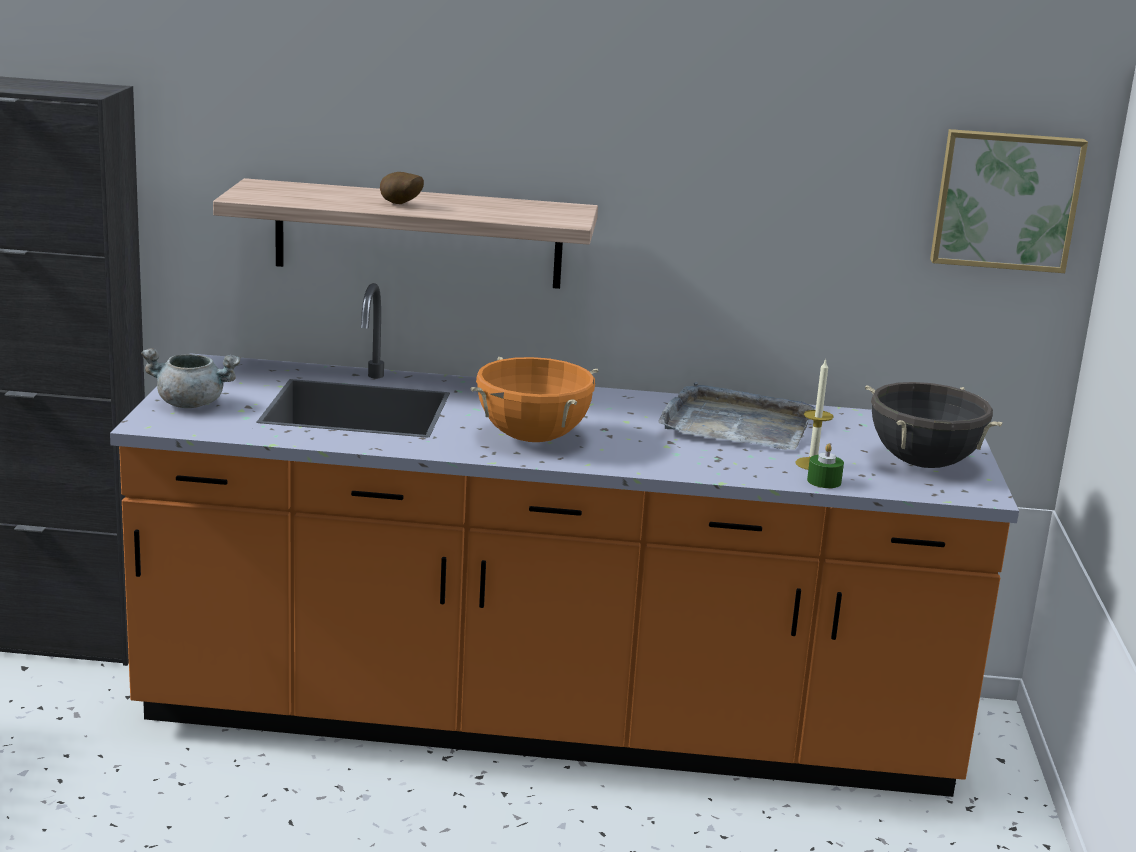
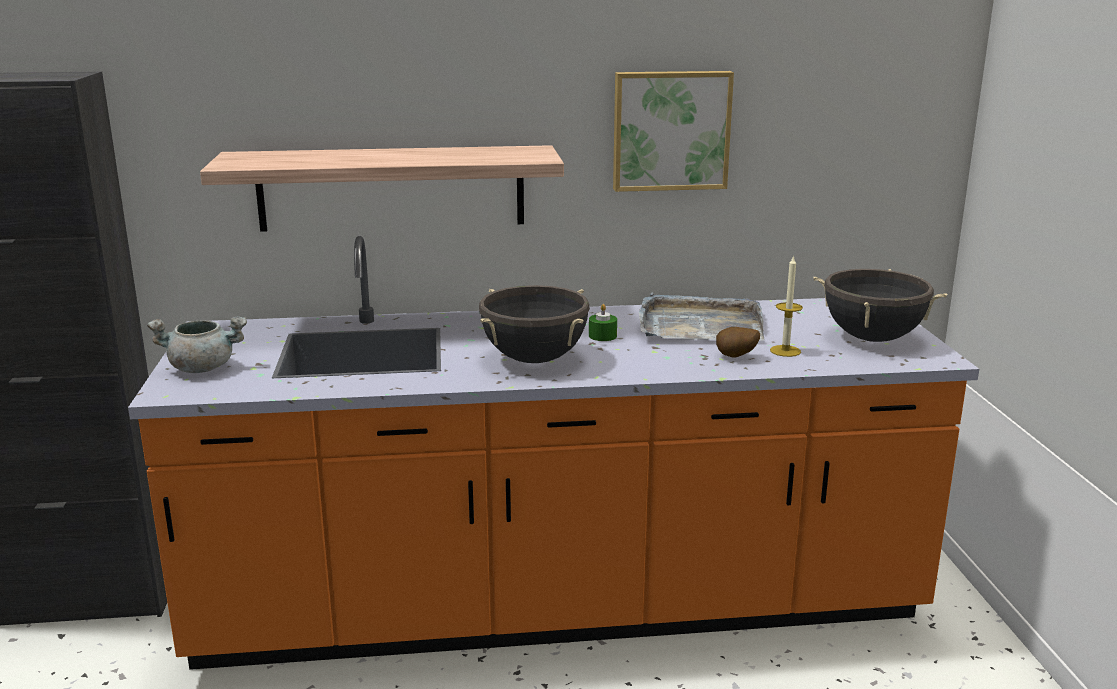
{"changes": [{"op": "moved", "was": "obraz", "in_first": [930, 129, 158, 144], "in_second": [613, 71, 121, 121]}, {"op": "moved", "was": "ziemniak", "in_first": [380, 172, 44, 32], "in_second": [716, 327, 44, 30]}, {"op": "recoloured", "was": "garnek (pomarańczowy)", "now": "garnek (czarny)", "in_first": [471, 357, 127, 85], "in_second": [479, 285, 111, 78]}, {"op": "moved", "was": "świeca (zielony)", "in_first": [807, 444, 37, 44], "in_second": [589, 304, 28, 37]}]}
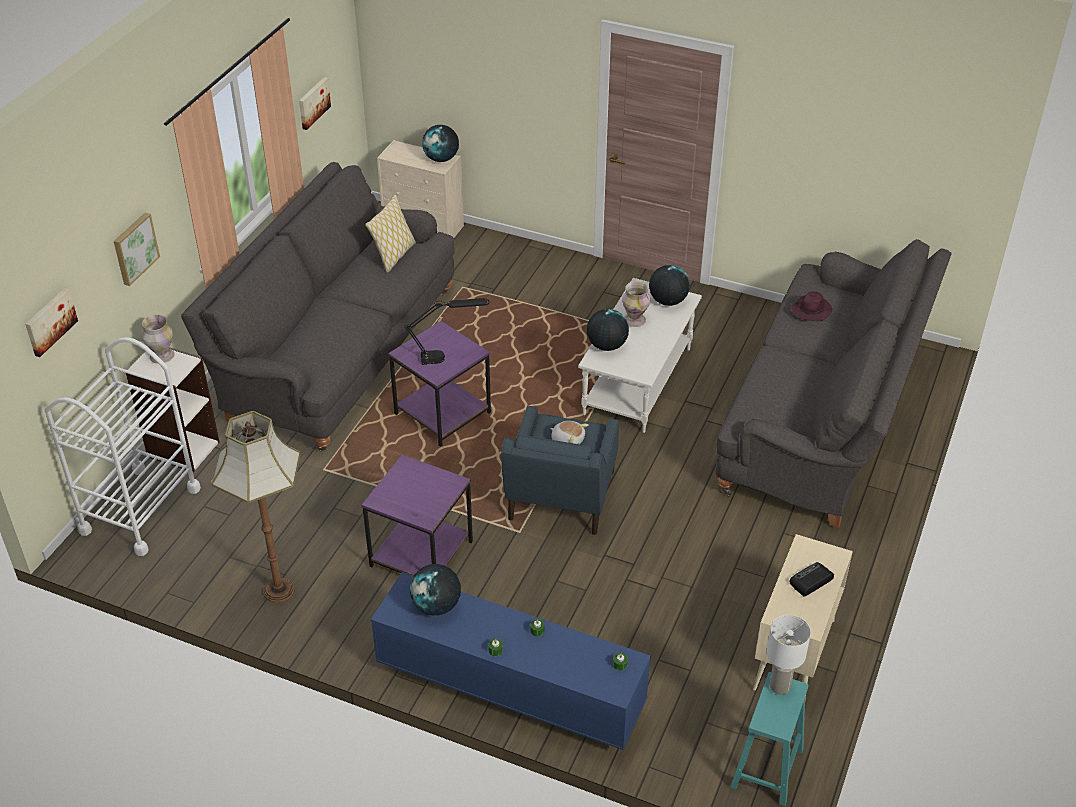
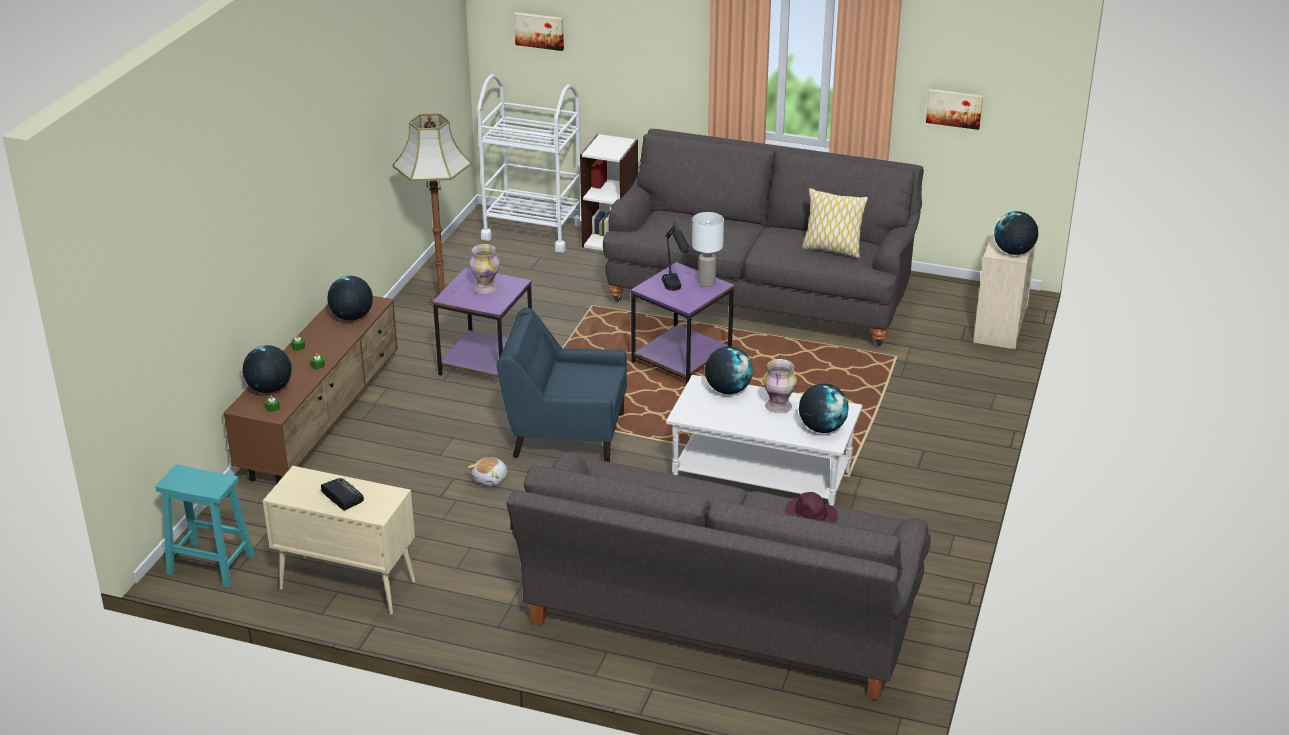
{"changes": [{"op": "removed", "was": "obraz", "in_first": [114, 212, 46, 74]}, {"op": "moved", "was": "wazon", "in_first": [141, 315, 34, 49], "in_second": [469, 244, 31, 50]}, {"op": "moved", "was": "pluszak", "in_first": [550, 421, 39, 23], "in_second": [468, 457, 39, 29]}, {"op": "recoloured", "was": "szafka pod telewizor (niebieski)", "now": "szafka pod telewizor (brązowy)", "in_first": [371, 572, 280, 178], "in_second": [223, 296, 175, 188]}, {"op": "moved", "was": "lampa stołowa (biały)", "in_first": [767, 615, 44, 79], "in_second": [692, 212, 32, 75]}, {"op": "added", "now": "globus", "in_second": [242, 345, 50, 48]}]}
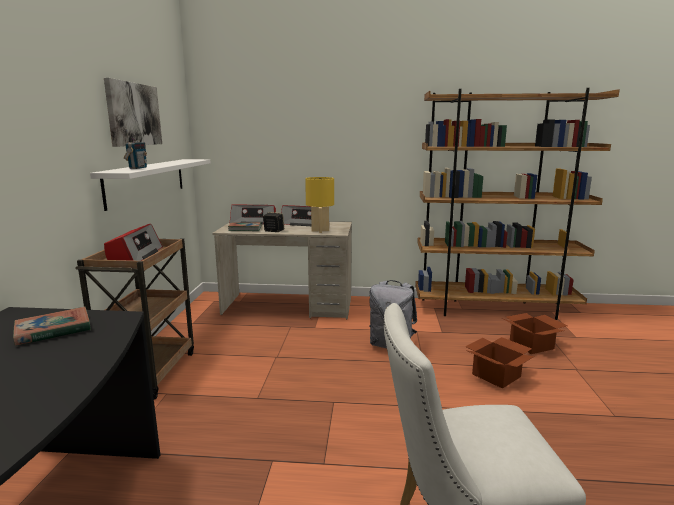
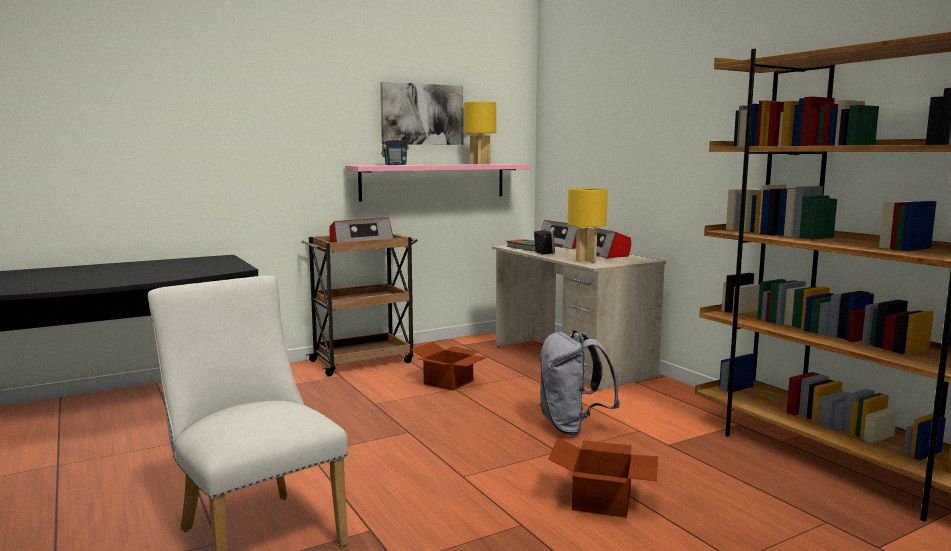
{"changes": [{"op": "recoloured", "was": "półka (biały)", "now": "półka (różowy)", "in_first": [90, 159, 121, 52], "in_second": [345, 164, 185, 38]}, {"op": "removed", "was": "książka", "in_first": [13, 307, 78, 39]}, {"op": "moved", "was": "karton", "in_first": [504, 313, 63, 41], "in_second": [411, 341, 76, 50]}, {"op": "added", "now": "lampa stołowa (żółty)", "in_second": [464, 101, 32, 63]}]}
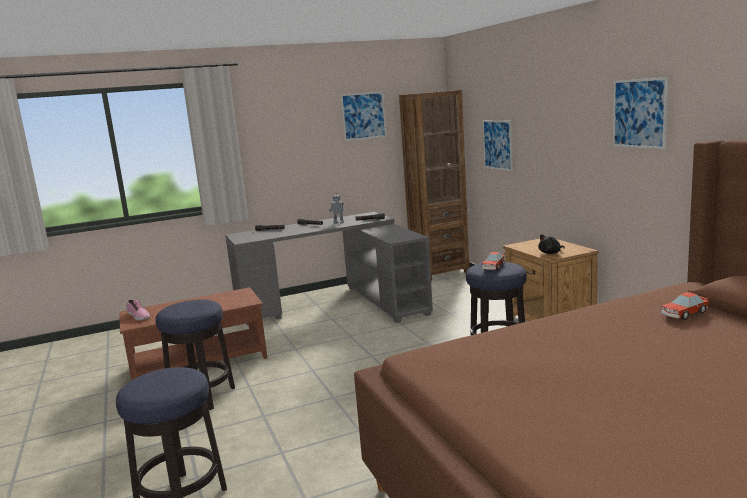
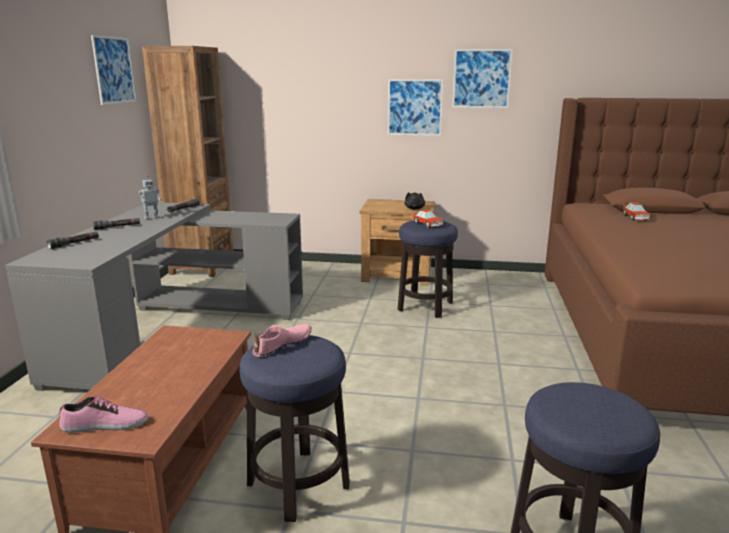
{"changes": [{"op": "moved", "was": "obraz", "in_first": [483, 120, 30, 51], "in_second": [388, 79, 55, 57]}, {"op": "added", "now": "but (różowy)", "in_second": [253, 324, 59, 33]}]}
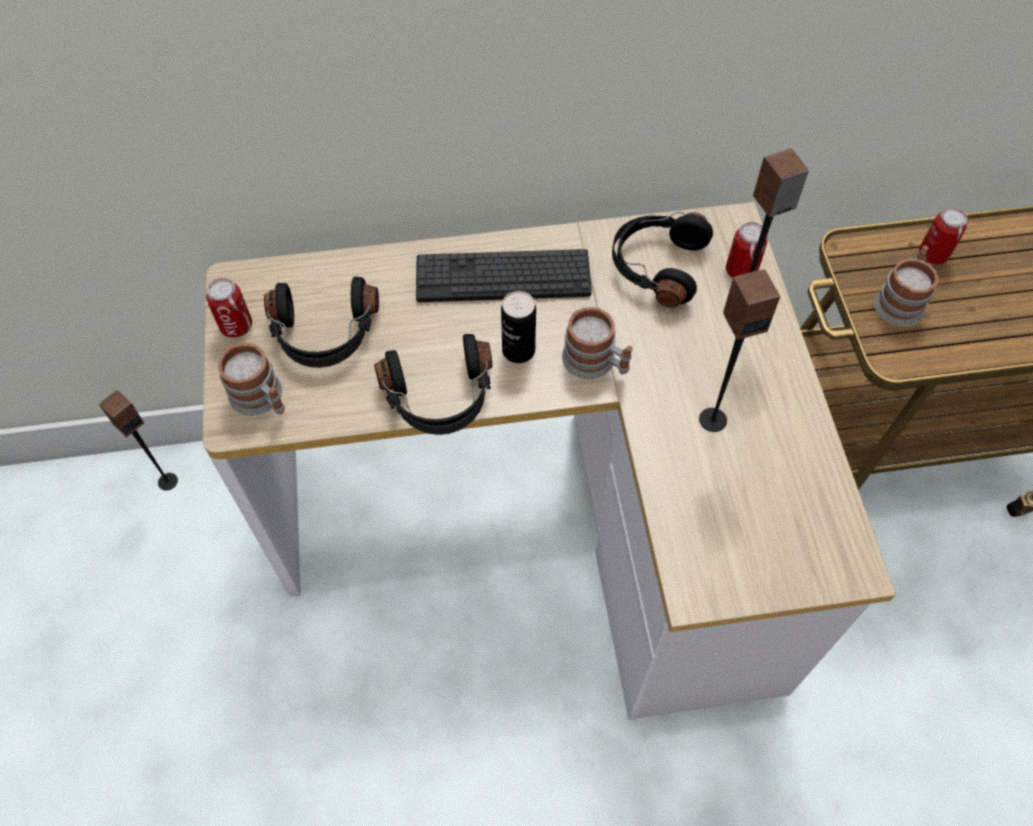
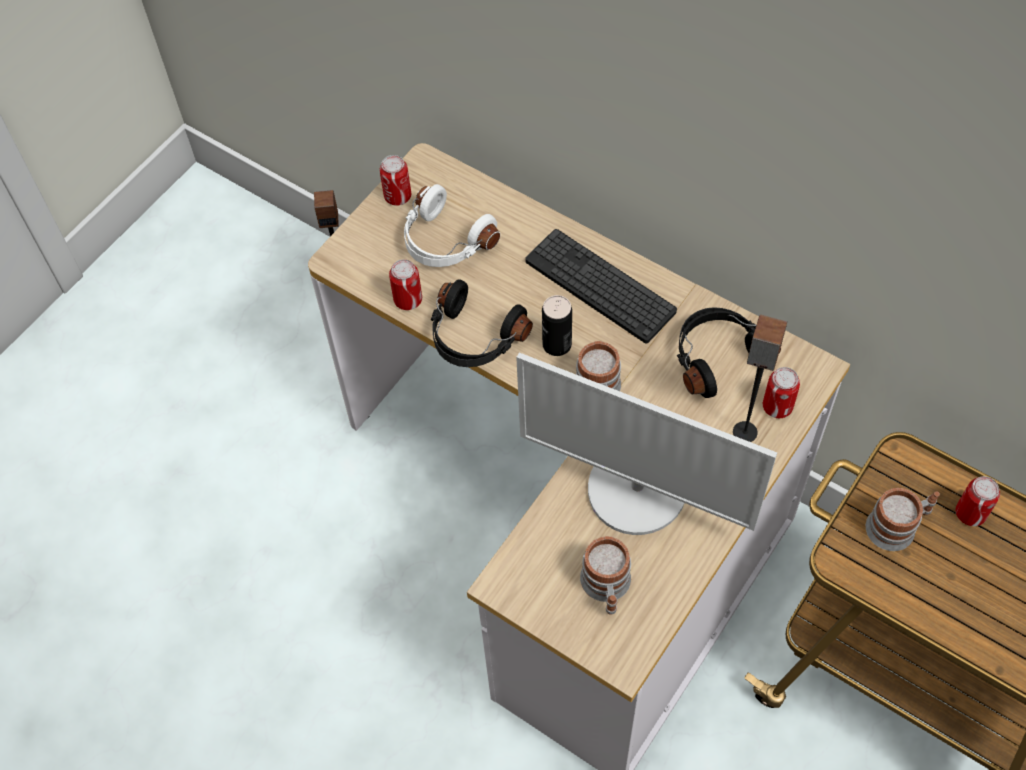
{"changes": [{"op": "replaced", "was": "głośnik", "now": "monitor", "in_first": [699, 269, 81, 163], "in_second": [516, 353, 261, 182]}, {"op": "recoloured", "was": "słuchawki (czarny)", "now": "słuchawki (biały)", "in_first": [264, 277, 115, 91], "in_second": [404, 184, 96, 83]}, {"op": "moved", "was": "kubek", "in_first": [218, 343, 67, 73], "in_second": [580, 536, 51, 79]}, {"op": "added", "now": "puszka", "in_second": [389, 259, 33, 51]}]}
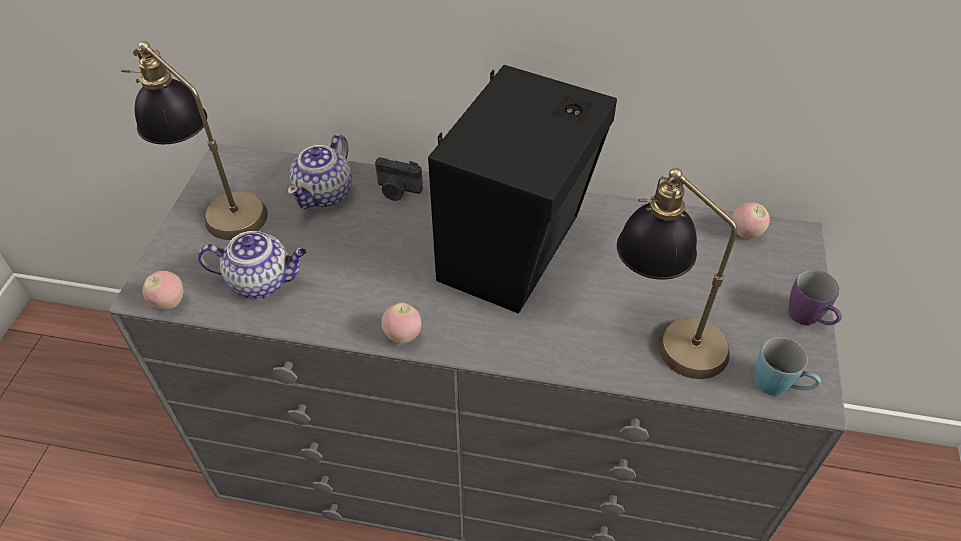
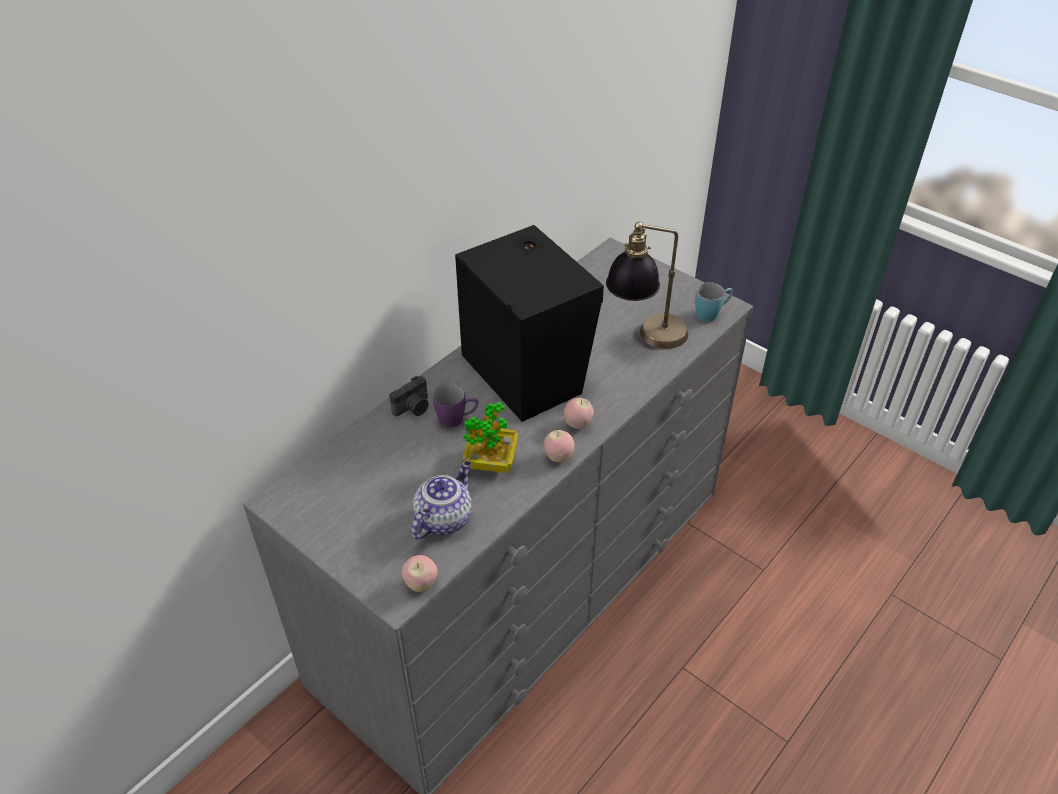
{"changes": [{"op": "removed", "was": "lampa stołowa", "in_first": [121, 41, 147, 199]}, {"op": "removed", "was": "imbryk", "in_first": [287, 134, 65, 74]}, {"op": "moved", "was": "jabłko", "in_first": [732, 202, 38, 37], "in_second": [564, 398, 30, 31]}, {"op": "moved", "was": "kubek (fioletowy)", "in_first": [788, 270, 54, 55], "in_second": [433, 384, 45, 44]}, {"op": "added", "now": "roślina doniczkowa", "in_second": [462, 402, 56, 71]}]}
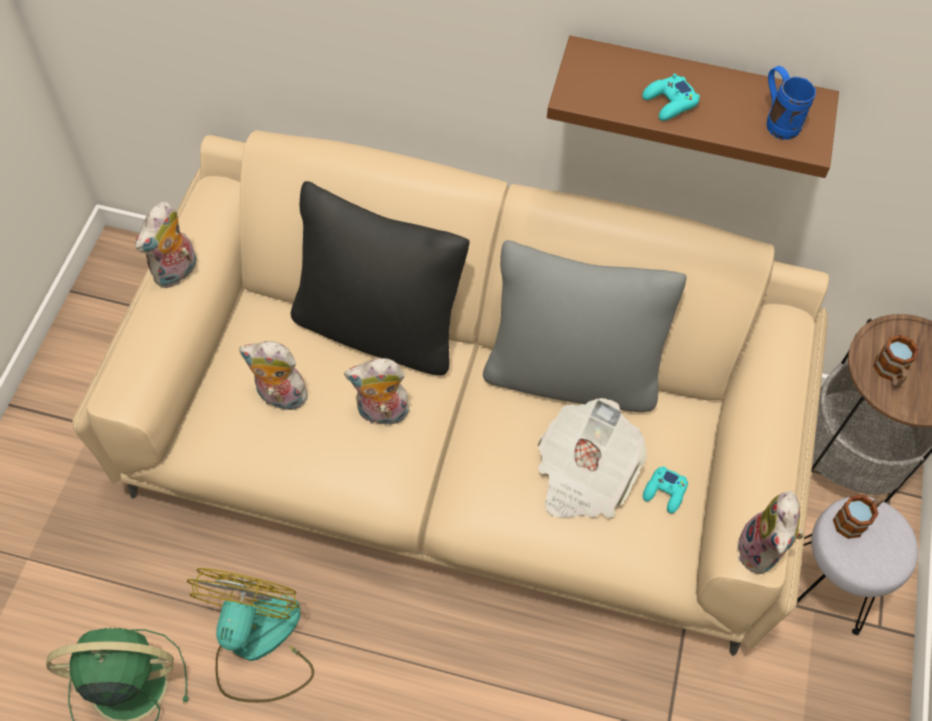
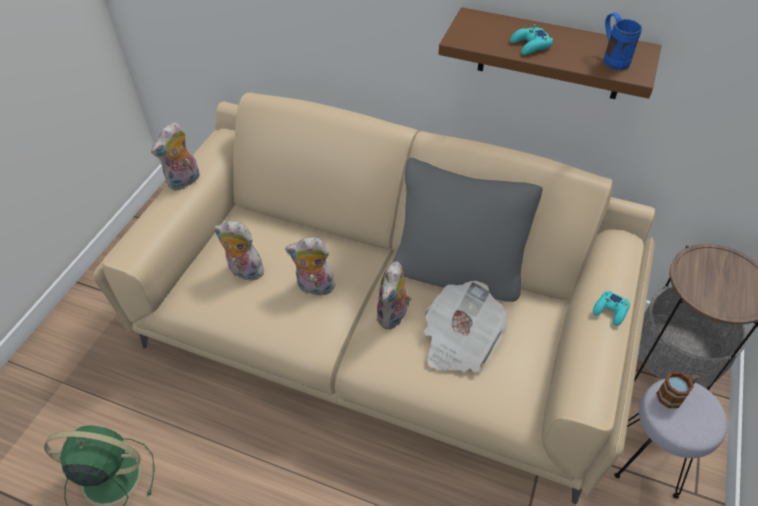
{"changes": [{"op": "removed", "was": "poduszka (czarny)", "in_first": [291, 181, 179, 194]}, {"op": "removed", "was": "kubek", "in_first": [873, 335, 46, 53]}, {"op": "moved", "was": "pad do gier (turkusowy)", "in_first": [643, 466, 45, 47], "in_second": [593, 291, 37, 35]}, {"op": "moved", "was": "pluszak", "in_first": [737, 491, 67, 83], "in_second": [376, 261, 36, 69]}, {"op": "removed", "was": "wentylator", "in_first": [187, 568, 127, 135]}]}
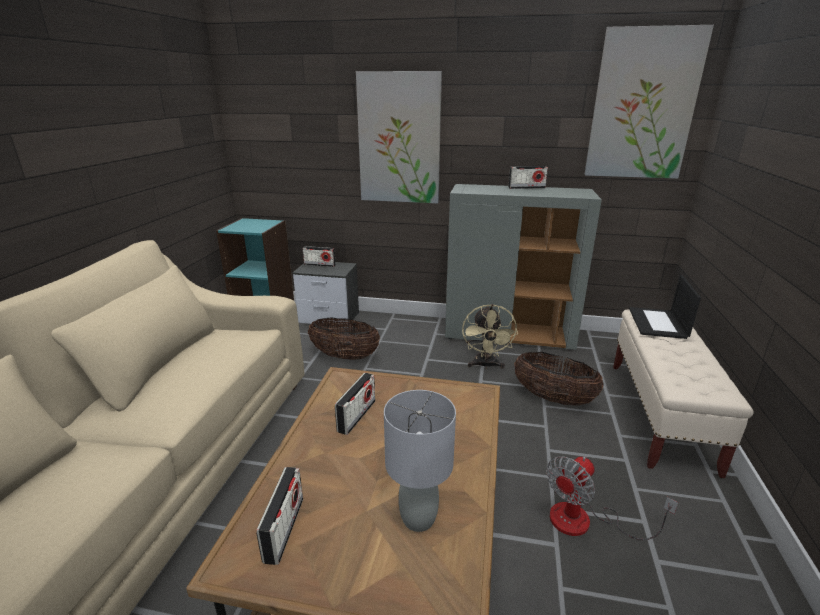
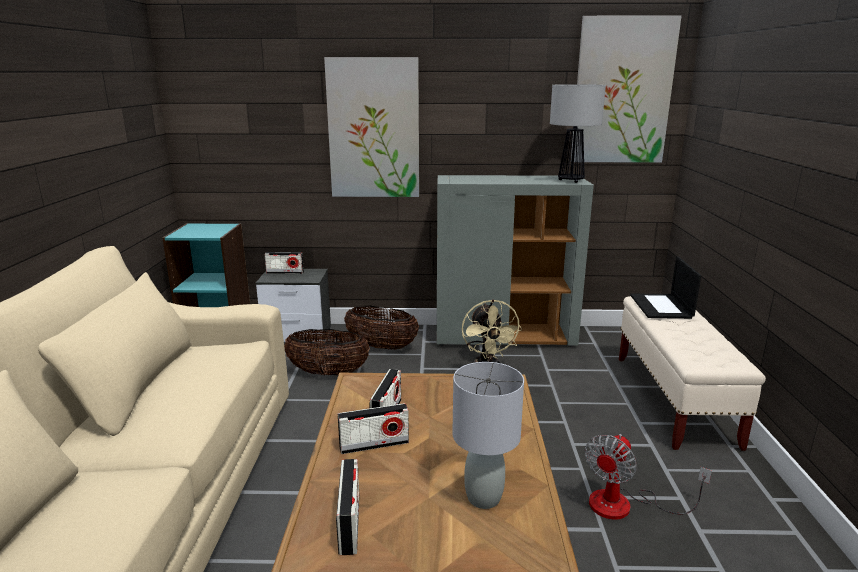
{"changes": [{"op": "moved", "was": "radio", "in_first": [508, 166, 40, 23], "in_second": [338, 403, 71, 51]}, {"op": "moved", "was": "koszyk", "in_first": [514, 352, 90, 54], "in_second": [344, 305, 75, 45]}, {"op": "added", "now": "lampa stołowa", "in_second": [550, 84, 56, 99]}]}
